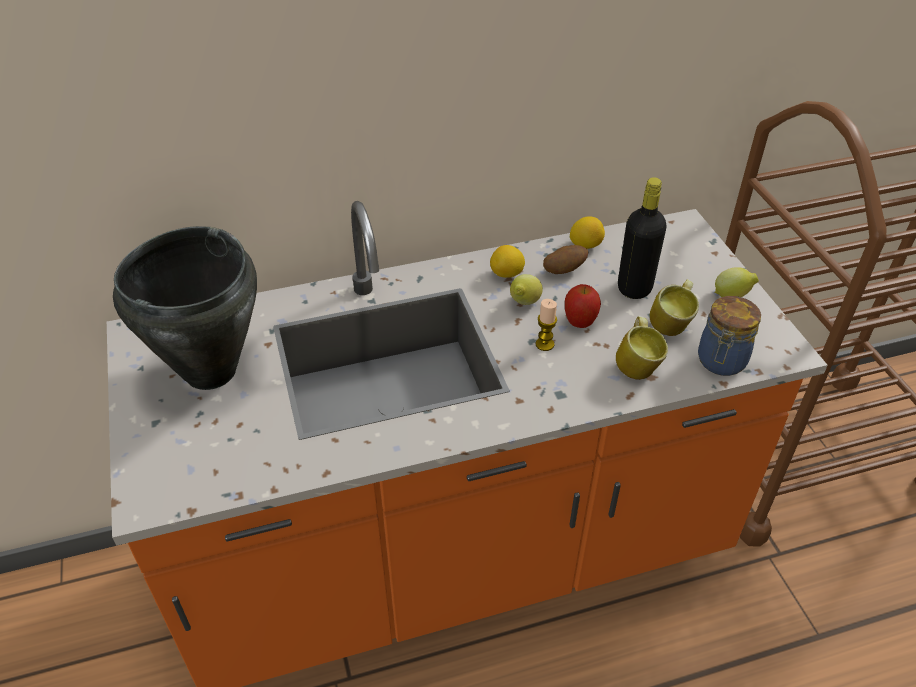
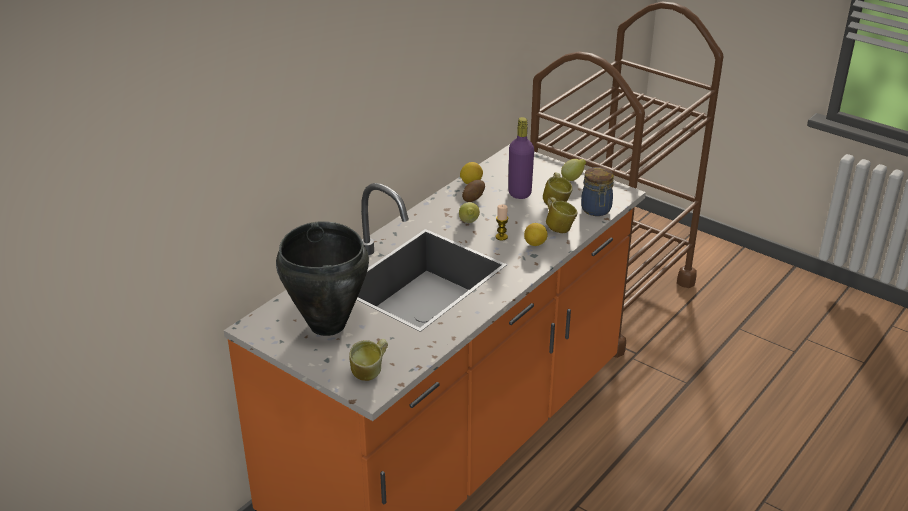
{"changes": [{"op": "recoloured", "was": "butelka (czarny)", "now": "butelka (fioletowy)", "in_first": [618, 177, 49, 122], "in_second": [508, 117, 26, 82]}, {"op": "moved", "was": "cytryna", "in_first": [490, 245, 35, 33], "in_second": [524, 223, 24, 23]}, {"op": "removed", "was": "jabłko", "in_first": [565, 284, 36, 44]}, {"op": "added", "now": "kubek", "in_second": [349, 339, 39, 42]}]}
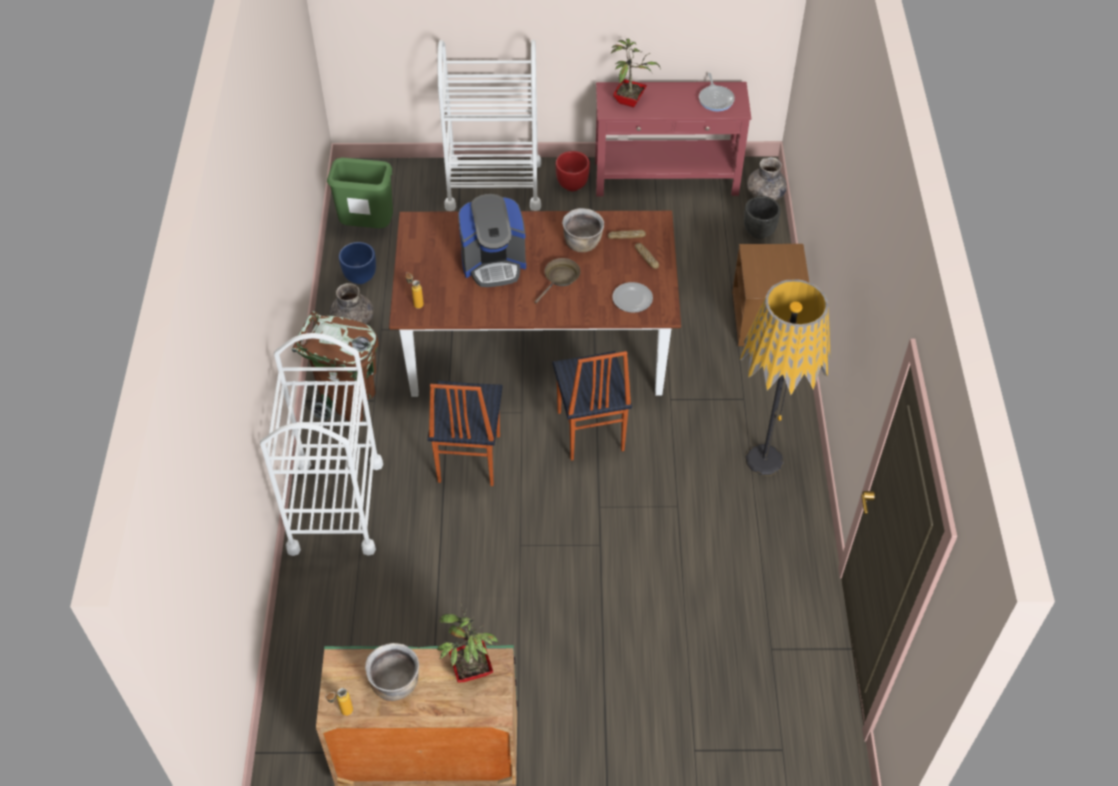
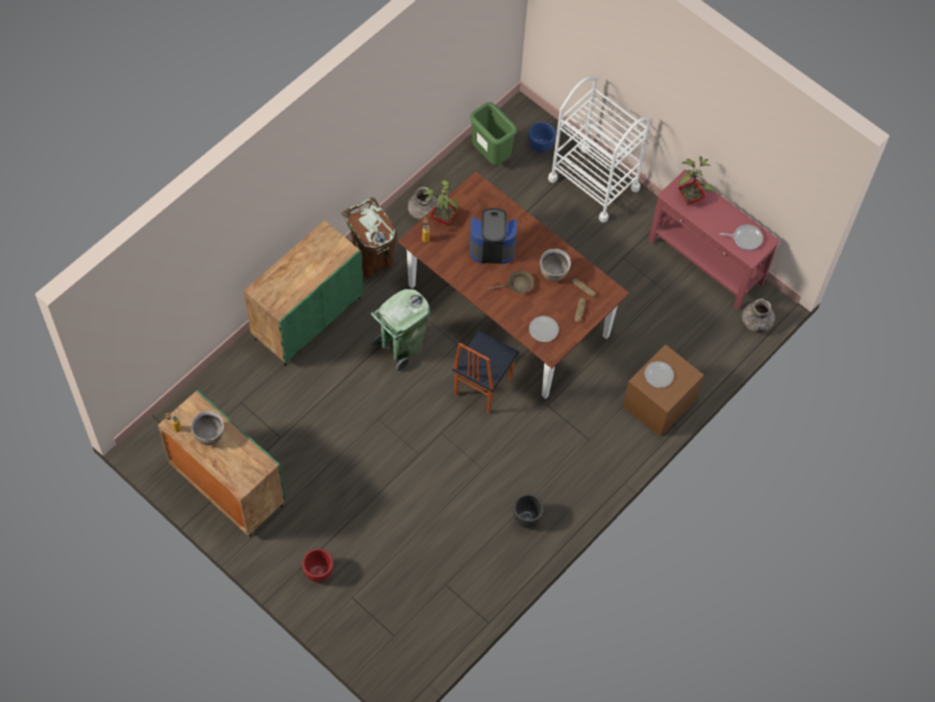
{"changes": [{"op": "turned", "was": "patelnia", "in_first": [699, 73, 36, 38], "in_second": [719, 224, 44, 26], "clockwise": -120}, {"op": "moved", "was": "donica (czerwony)", "in_first": [556, 151, 34, 40], "in_second": [302, 549, 31, 34]}, {"op": "turned", "was": "ekspres do kawy", "in_first": [458, 194, 68, 93], "in_second": [469, 208, 48, 56], "clockwise": 150}, {"op": "moved", "was": "donica (czarny)", "in_first": [744, 196, 37, 43], "in_second": [513, 494, 31, 34]}, {"op": "moved", "was": "donica (niebieski)", "in_first": [339, 242, 37, 42], "in_second": [528, 122, 28, 31]}, {"op": "removed", "was": "lampa stojąca", "in_first": [740, 280, 91, 195]}, {"op": "replaced", "was": "wózek (biały)", "now": "szafka (zielony)", "in_first": [260, 333, 123, 223], "in_second": [244, 220, 120, 146]}, {"op": "replaced", "was": "krzesło", "now": "kosz na śmieci (zielony)", "in_first": [428, 381, 74, 105], "in_second": [371, 289, 59, 83]}, {"op": "moved", "was": "roślina doniczkowa", "in_first": [437, 603, 61, 80], "in_second": [423, 180, 35, 45]}, {"op": "added", "now": "talerz", "in_second": [645, 361, 29, 27]}]}
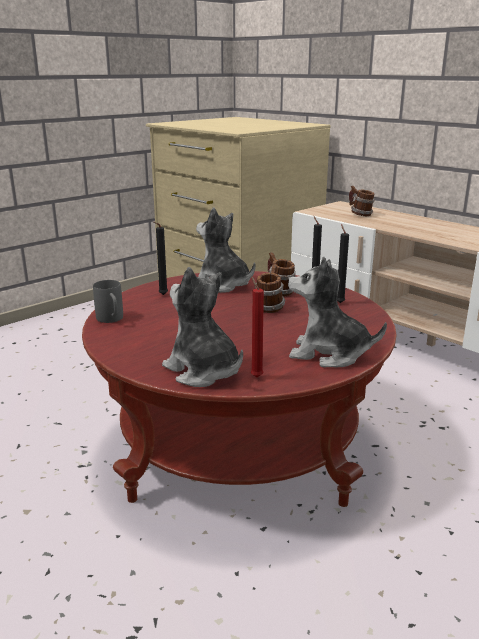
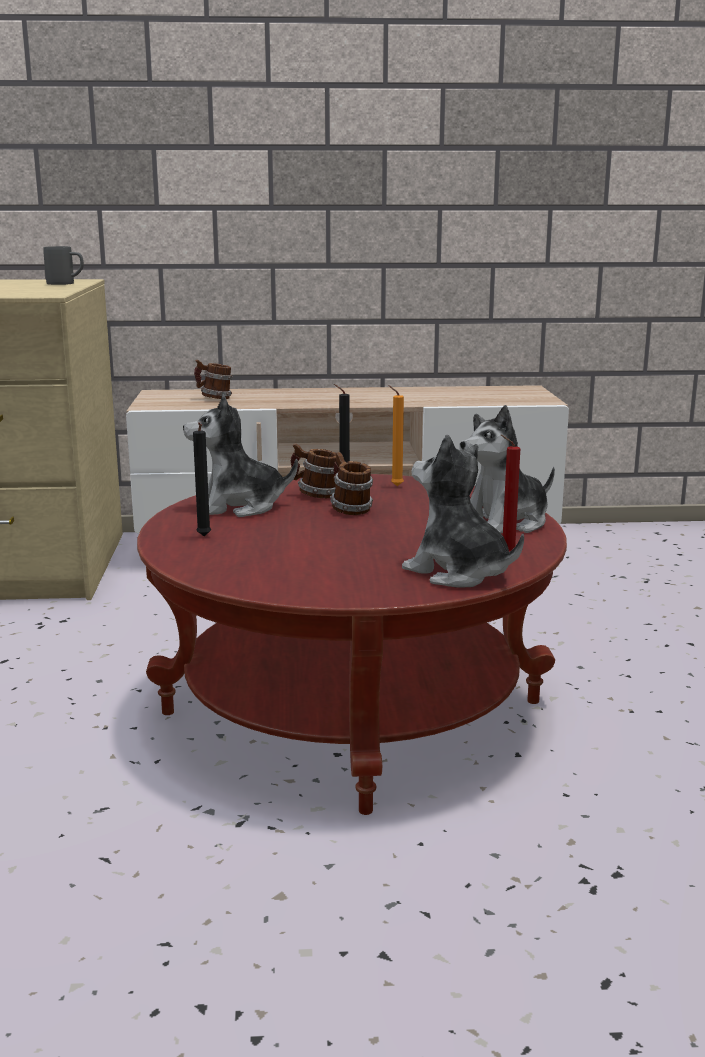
{"changes": [{"op": "recoloured", "was": "świeca (czarny)", "now": "świeca (pomarańczowy)", "in_first": [337, 224, 12, 79], "in_second": [388, 385, 16, 101]}, {"op": "turned", "was": "pluszak", "in_first": [162, 267, 81, 120], "in_second": [402, 434, 122, 154], "clockwise": 45}, {"op": "moved", "was": "kubek (szary)", "in_first": [93, 280, 30, 43], "in_second": [43, 246, 41, 39]}]}
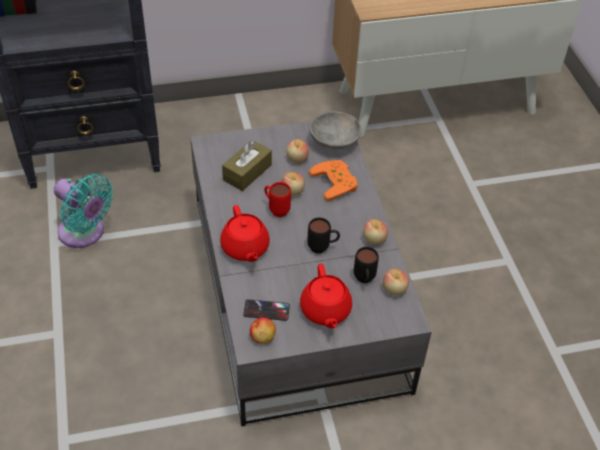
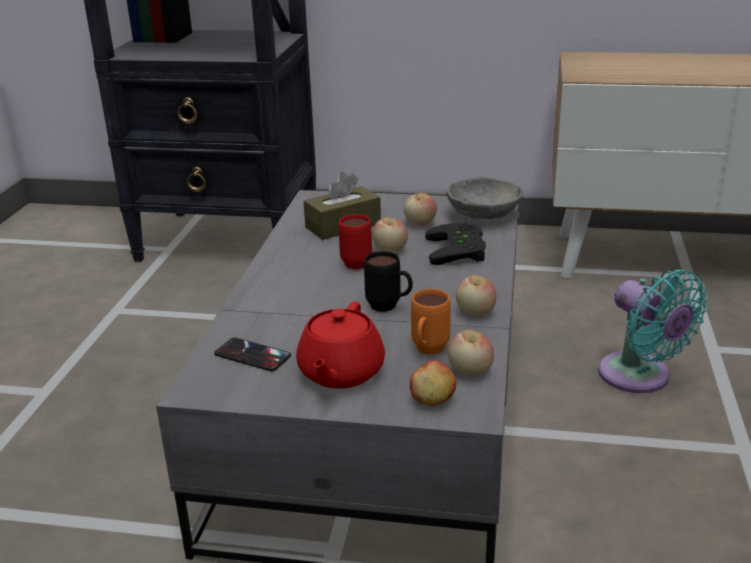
{"changes": [{"op": "recoloured", "was": "pad do gier (pomarańczowy)", "now": "pad do gier (czarny)", "in_first": [309, 160, 48, 41], "in_second": [425, 223, 61, 42]}, {"op": "moved", "was": "wentylator (turkusowy)", "in_first": [54, 174, 59, 74], "in_second": [598, 269, 110, 124]}, {"op": "removed", "was": "imbryk (czerwony)", "in_first": [220, 205, 50, 57]}, {"op": "recoloured", "was": "kubek (czarny)", "now": "kubek (pomarańczowy)", "in_first": [354, 247, 25, 36], "in_second": [411, 289, 40, 66]}, {"op": "moved", "was": "jabłko", "in_first": [250, 317, 26, 27], "in_second": [410, 360, 46, 46]}]}
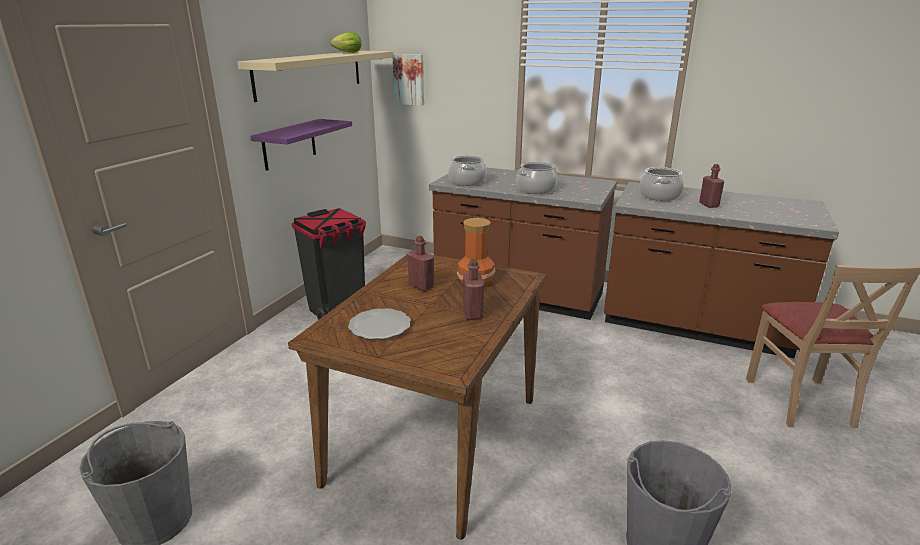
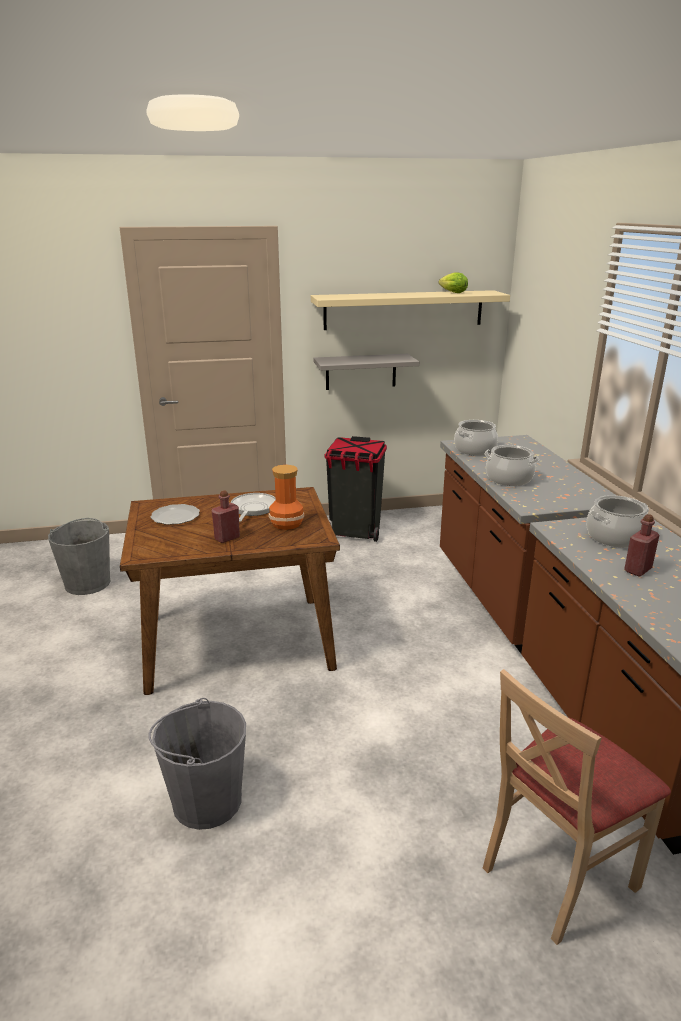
{"changes": [{"op": "removed", "was": "obraz", "in_first": [393, 54, 31, 52]}, {"op": "recoloured", "was": "półka (fioletowy)", "now": "półka (szary)", "in_first": [250, 119, 102, 52], "in_second": [314, 354, 105, 36]}, {"op": "replaced", "was": "butelka (czerwony)", "now": "patelnia", "in_first": [407, 236, 27, 55], "in_second": [231, 493, 45, 29]}]}
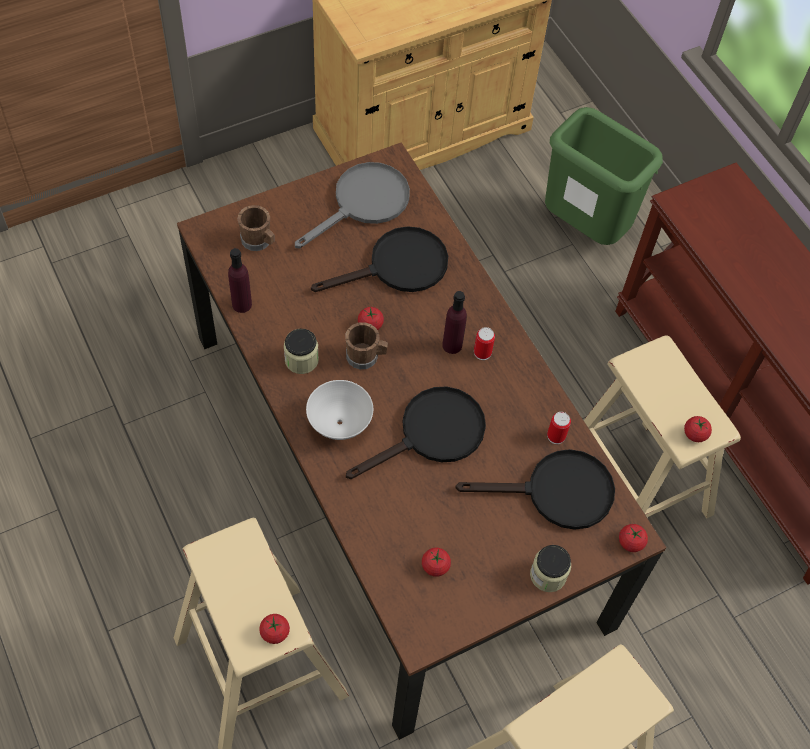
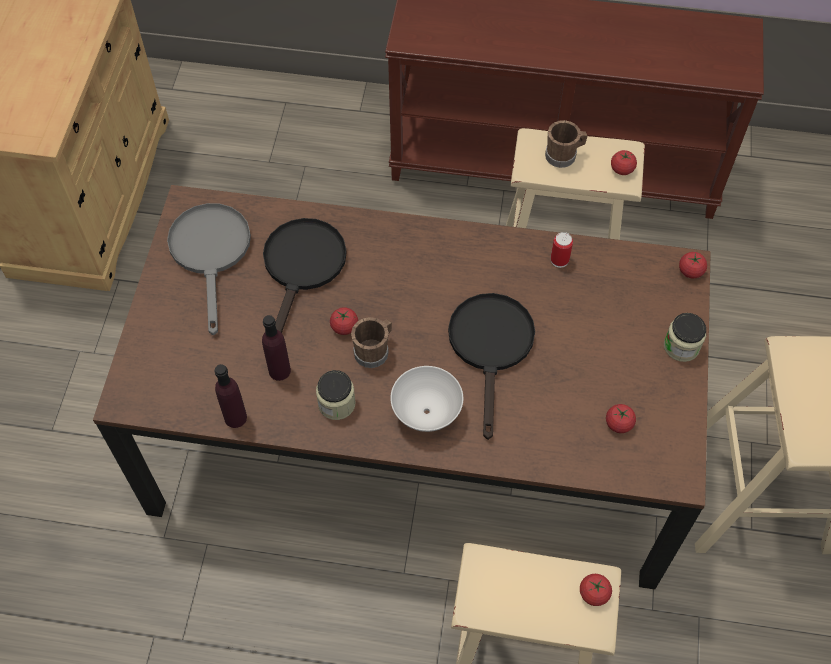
{"changes": [{"op": "removed", "was": "kosz na śmieci (zielony)", "in_first": [545, 107, 118, 138]}, {"op": "moved", "was": "kubek (brązowy)", "in_first": [238, 205, 37, 46], "in_second": [545, 120, 42, 48]}, {"op": "moved", "was": "butelka (fioletowy)", "in_first": [442, 291, 25, 63], "in_second": [262, 315, 29, 66]}, {"op": "removed", "was": "puszka", "in_first": [474, 327, 21, 33]}, {"op": "removed", "was": "patelnia (czarny)", "in_first": [455, 449, 160, 81]}]}
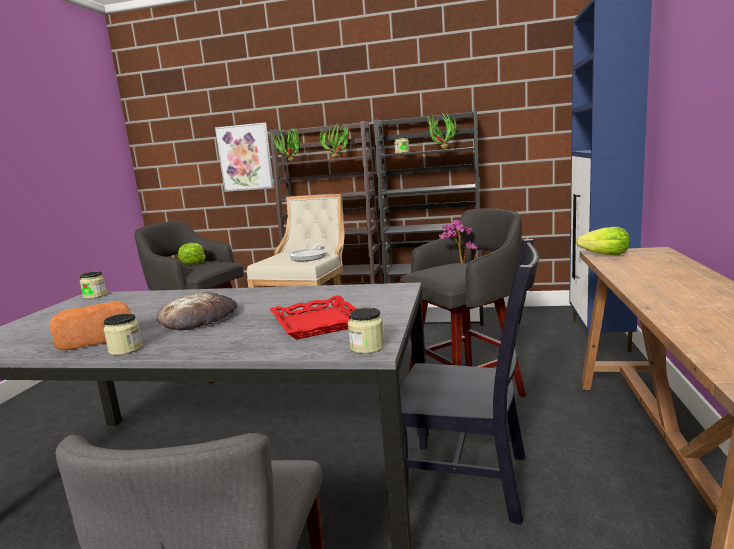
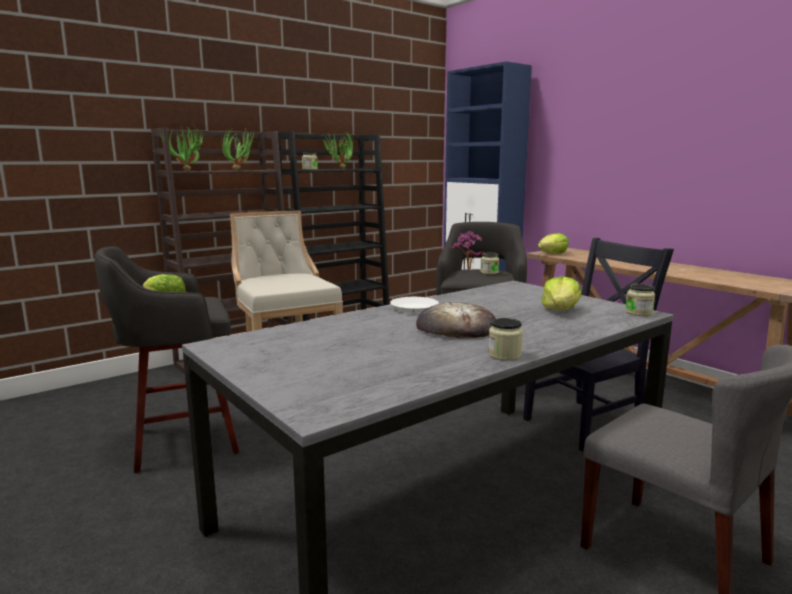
{"changes": [{"op": "removed", "was": "obraz", "in_first": [215, 122, 59, 70]}, {"op": "removed", "was": "patelnia", "in_first": [289, 244, 38, 17]}, {"op": "moved", "was": "słoik", "in_first": [80, 271, 27, 28], "in_second": [480, 252, 19, 23]}, {"op": "replaced", "was": "taca (czerwony)", "now": "sałata", "in_first": [270, 295, 87, 45], "in_second": [541, 276, 40, 34]}, {"op": "removed", "was": "chleb", "in_first": [49, 302, 82, 48]}, {"op": "added", "now": "talerz (biały)", "in_second": [390, 297, 49, 16]}]}
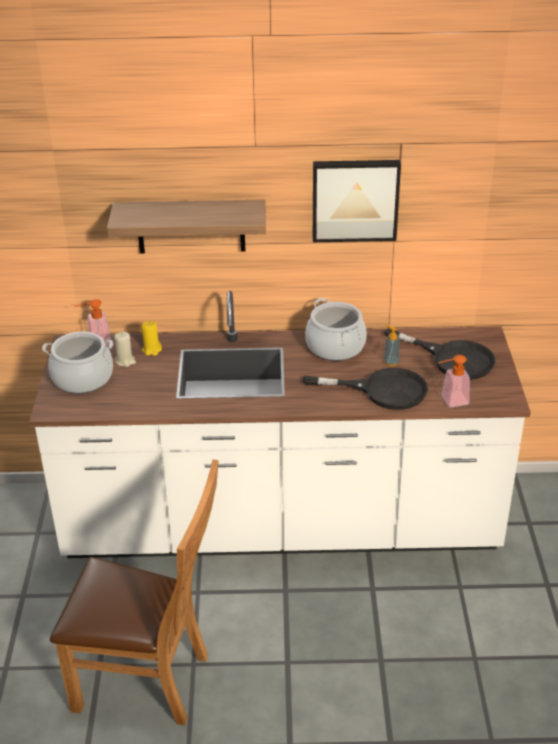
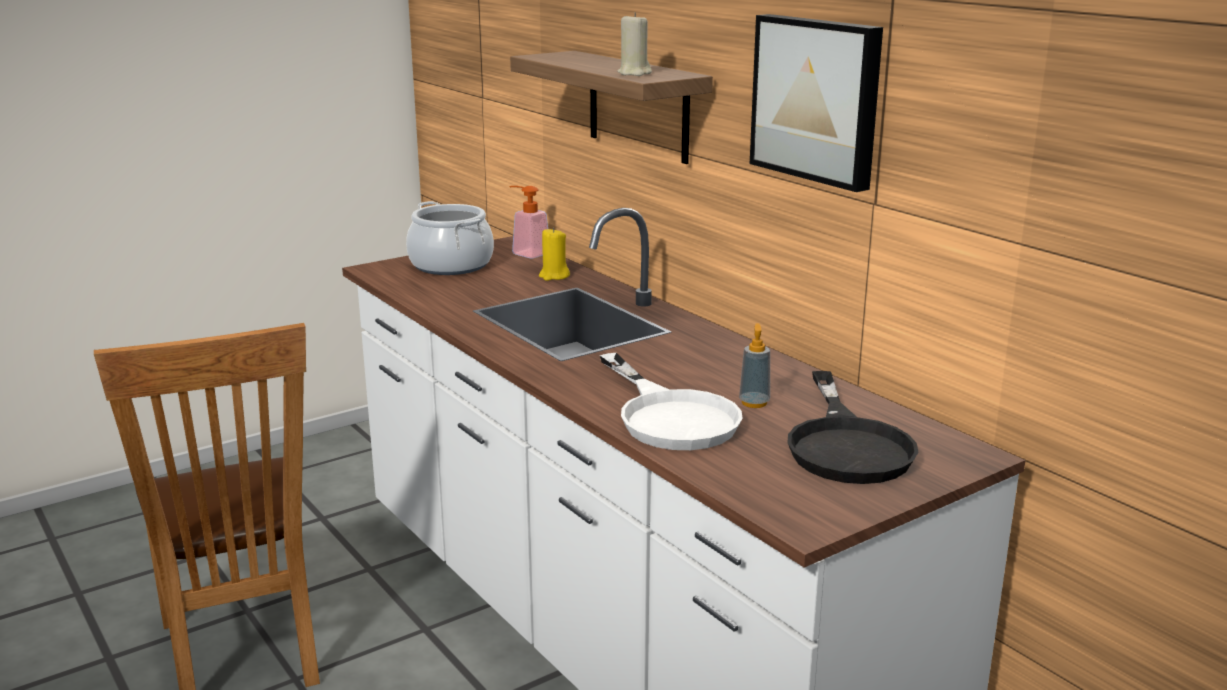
{"changes": [{"op": "removed", "was": "garnek", "in_first": [305, 298, 62, 63]}, {"op": "moved", "was": "świeca (beżowy)", "in_first": [114, 331, 22, 36], "in_second": [617, 12, 35, 64]}, {"op": "removed", "was": "dozownik mydła", "in_first": [438, 355, 32, 52]}, {"op": "recoloured", "was": "patelnia (czarny)", "now": "patelnia (biały)", "in_first": [303, 368, 125, 42], "in_second": [600, 353, 143, 97]}]}
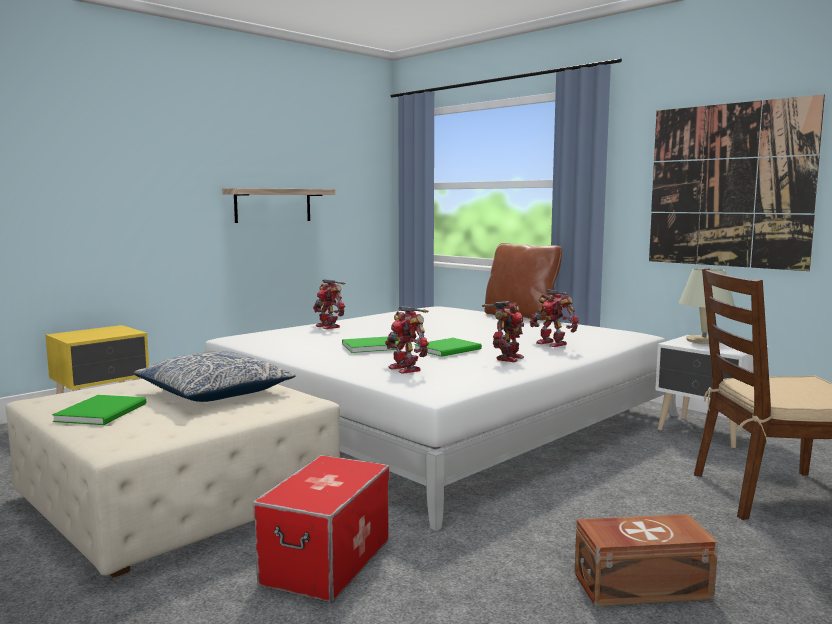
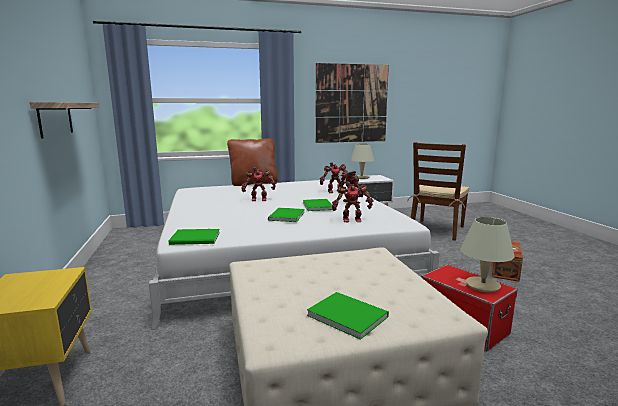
{"changes": [{"op": "moved", "was": "robot zabawkowy", "in_first": [313, 279, 32, 50], "in_second": [242, 167, 35, 34]}, {"op": "removed", "was": "poduszka", "in_first": [134, 350, 162, 52]}, {"op": "added", "now": "lampa stołowa (beżowy)", "in_second": [460, 217, 54, 76]}, {"op": "added", "now": "książka (zielony)", "in_second": [169, 229, 51, 16]}]}
